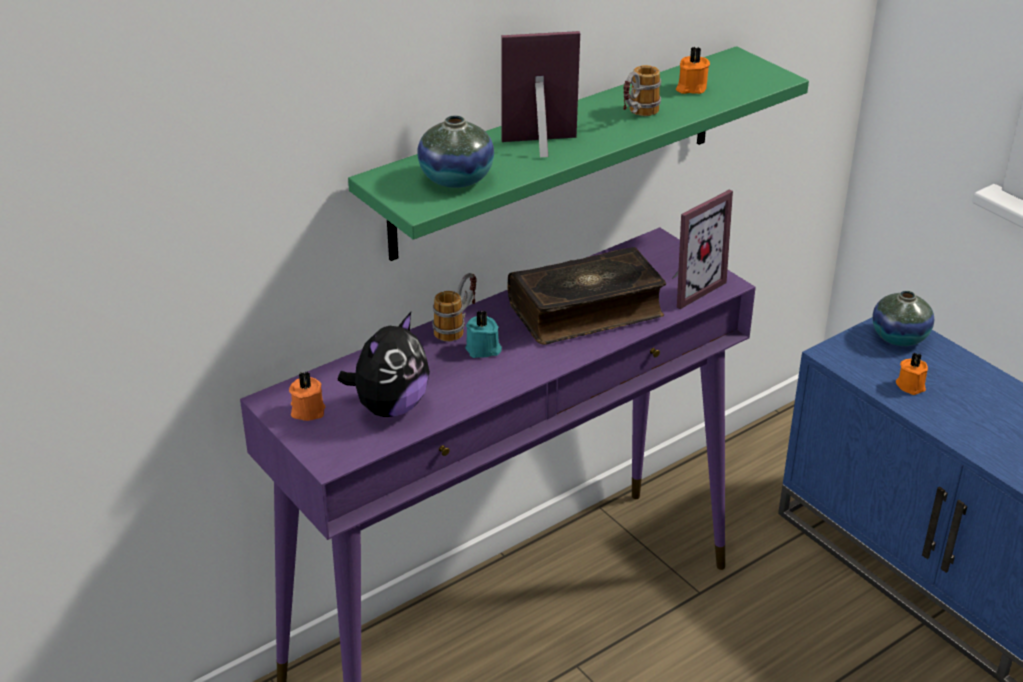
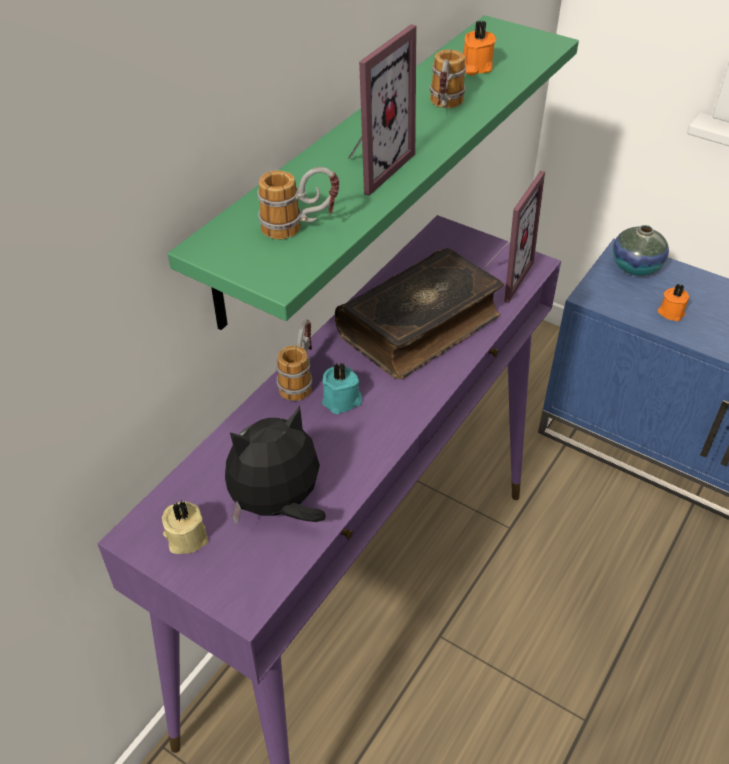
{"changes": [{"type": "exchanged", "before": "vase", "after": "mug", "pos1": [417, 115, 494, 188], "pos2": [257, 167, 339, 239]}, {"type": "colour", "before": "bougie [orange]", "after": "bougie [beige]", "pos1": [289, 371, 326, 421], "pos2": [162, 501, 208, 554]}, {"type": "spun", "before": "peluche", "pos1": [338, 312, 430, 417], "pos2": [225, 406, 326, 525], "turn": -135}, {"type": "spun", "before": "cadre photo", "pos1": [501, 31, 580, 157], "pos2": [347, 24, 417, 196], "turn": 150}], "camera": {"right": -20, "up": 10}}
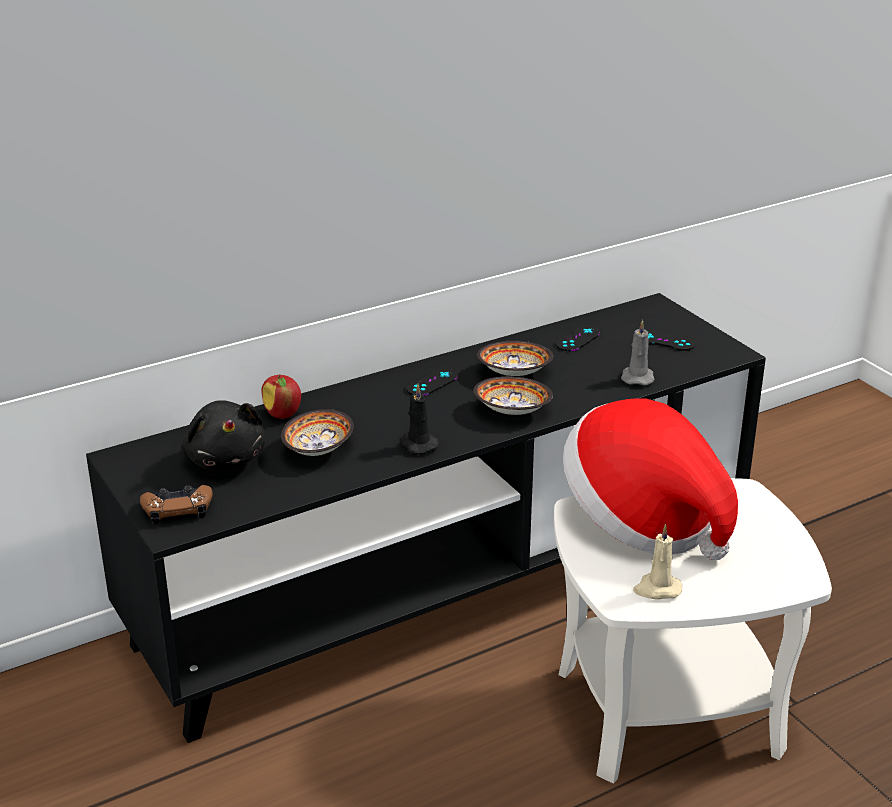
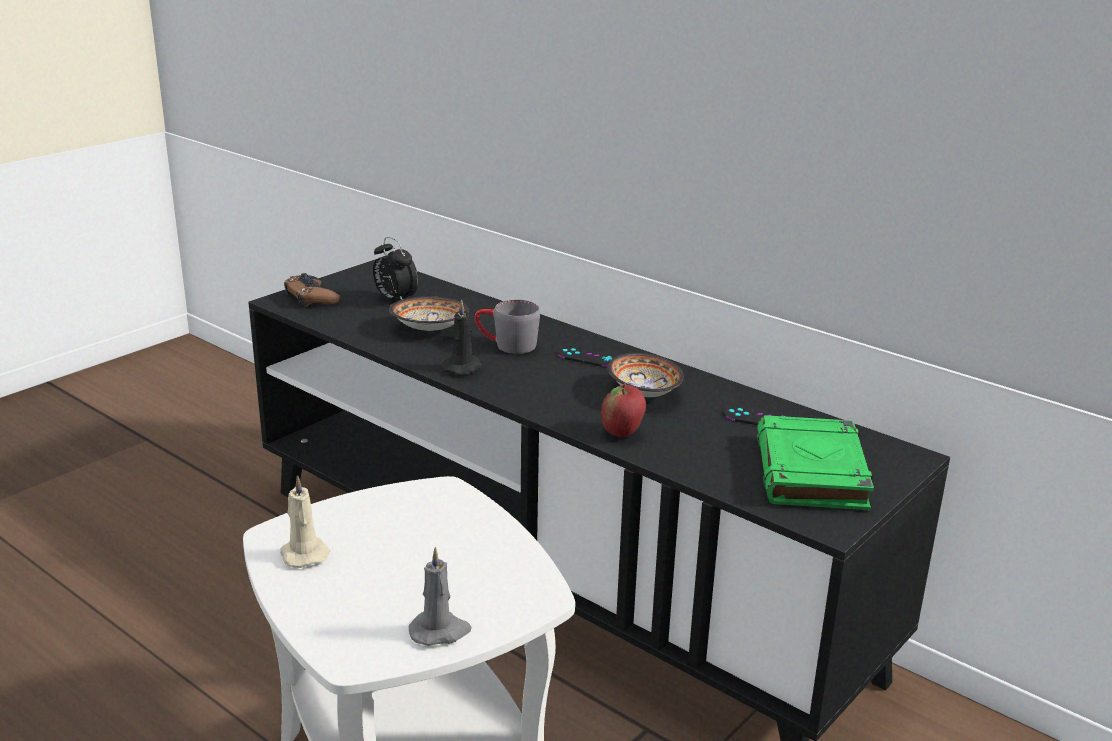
{"changes": [{"type": "missing", "before": "bol", "pos1": [473, 376, 553, 415]}, {"type": "missing", "before": "chapeau", "pos1": [563, 398, 738, 560]}, {"type": "appeared", "after": "mug [gris]", "pos2": [475, 300, 540, 354]}, {"type": "relocated", "before": "pomme", "pos1": [261, 374, 301, 419], "pos2": [601, 383, 646, 437]}, {"type": "relocated", "before": "bougie [gris]", "pos1": [621, 319, 655, 385], "pos2": [409, 547, 472, 646]}, {"type": "exchanged", "before": "peluche [noir]", "after": "réveil", "pos1": [181, 400, 265, 470], "pos2": [373, 237, 418, 300]}, {"type": "exchanged", "before": "manette [noir]", "after": "livre [vert]", "pos1": [648, 331, 695, 351], "pos2": [757, 415, 874, 510]}], "camera": {"right": 70, "up": -5}}
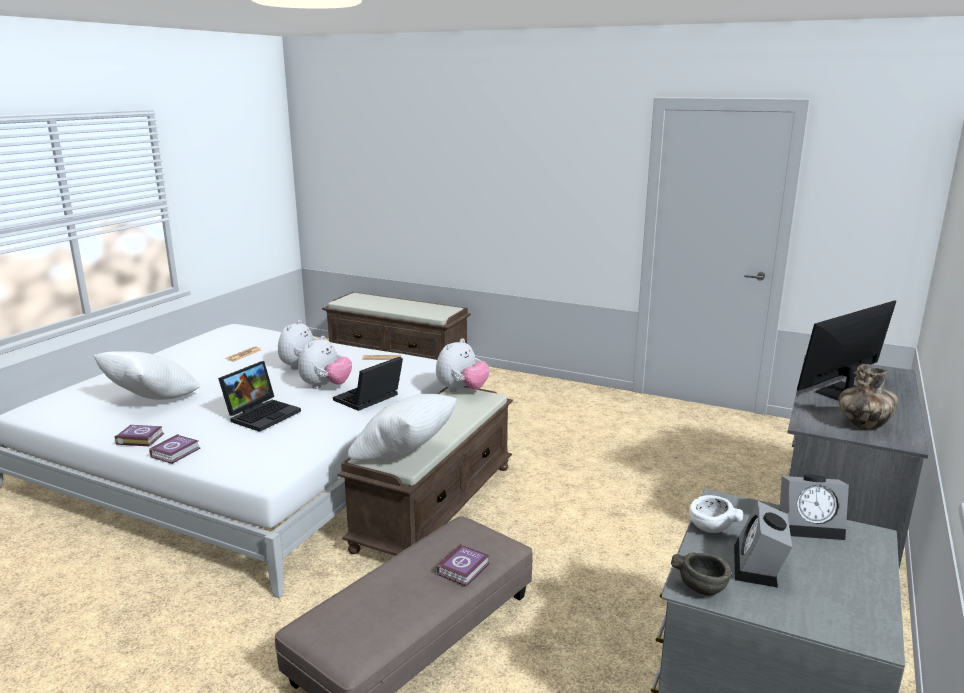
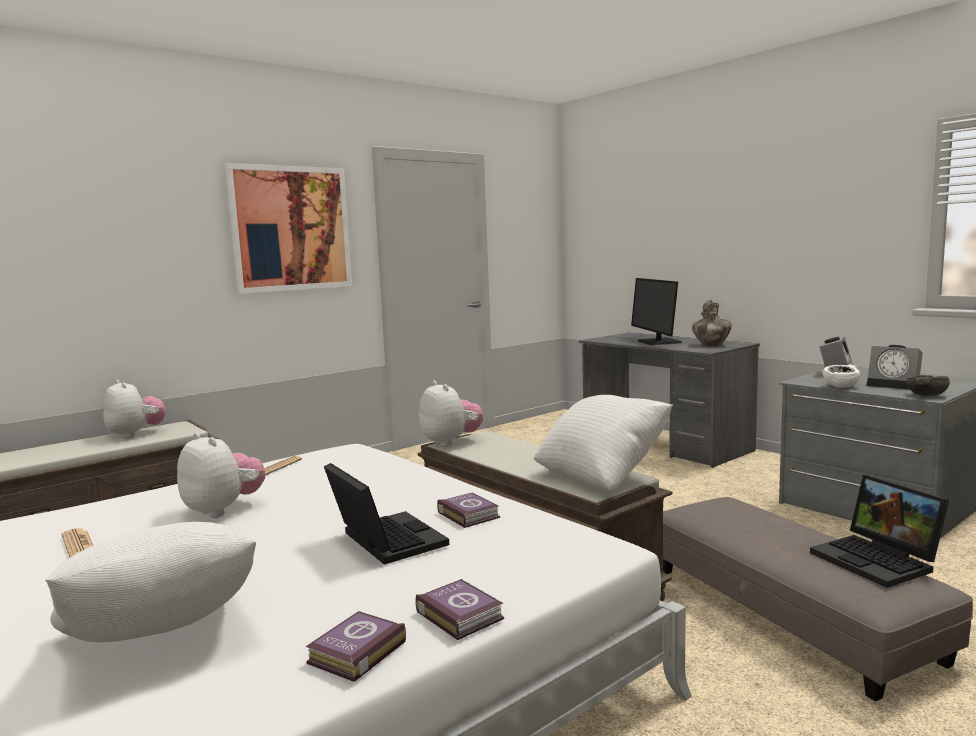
{"changes": [{"type": "appeared", "after": "tableau", "pos2": [224, 163, 352, 294]}, {"type": "relocated", "before": "peluche", "pos1": [298, 336, 352, 389], "pos2": [103, 380, 166, 438]}, {"type": "relocated", "before": "ordinateur portable", "pos1": [333, 357, 403, 411], "pos2": [810, 475, 949, 588]}, {"type": "relocated", "before": "livre", "pos1": [436, 544, 489, 587], "pos2": [437, 493, 500, 528]}], "camera": {"right": -65, "up": -10}}
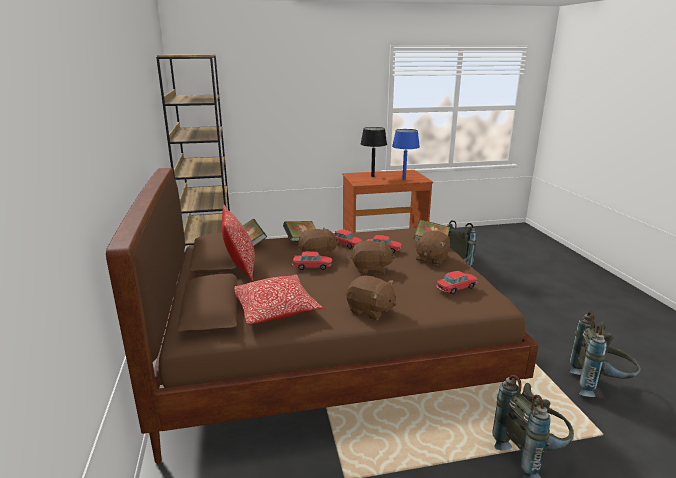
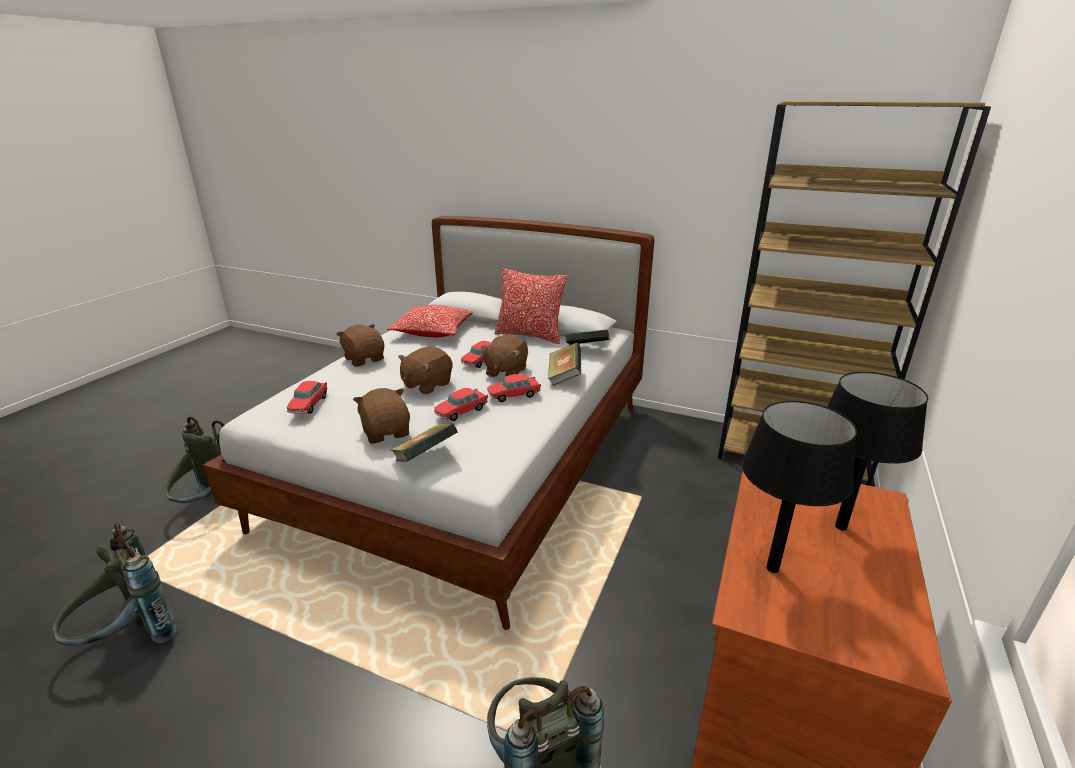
{"changes": [{"type": "colour", "before": "lit [marron]", "after": "lit [blanc]", "pos1": [106, 168, 539, 463], "pos2": [203, 216, 655, 630]}, {"type": "colour", "before": "lampe de table [bleu]", "after": "lampe de table [noir]", "pos1": [392, 129, 420, 180], "pos2": [742, 401, 857, 573]}, {"type": "spun", "before": "peluche [marron]", "pos1": [347, 275, 397, 320], "pos2": [336, 324, 385, 367], "turn": 75}], "camera": {"right": 125, "up": 5}}
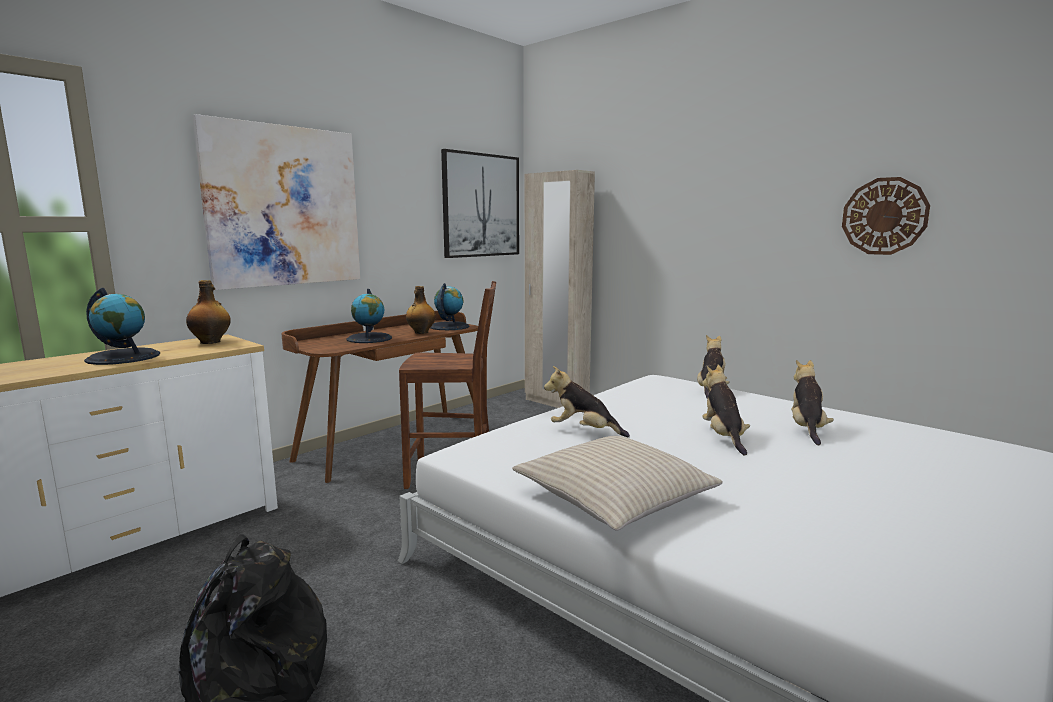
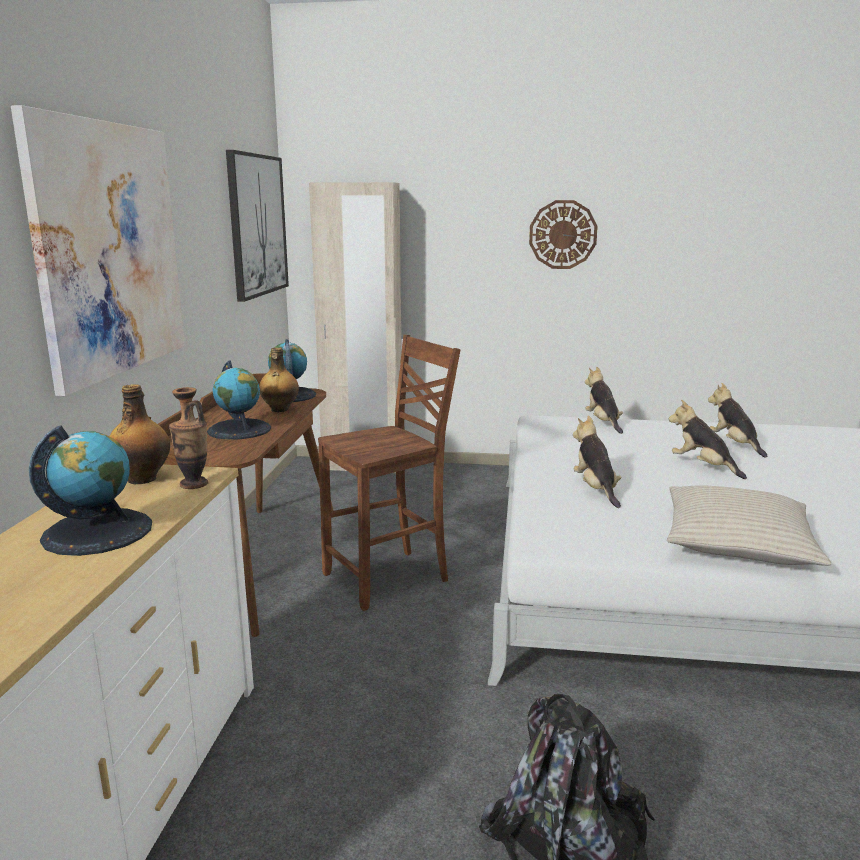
{"changes": [{"type": "appeared", "after": "vase", "pos2": [169, 387, 209, 489]}, {"type": "relocated", "before": "horloge murale", "pos1": [842, 177, 930, 255], "pos2": [529, 200, 598, 269]}, {"type": "spun", "before": "peluche", "pos1": [544, 366, 630, 437], "pos2": [573, 416, 622, 508], "turn": 90}], "camera": {"right": -35, "up": 5}}
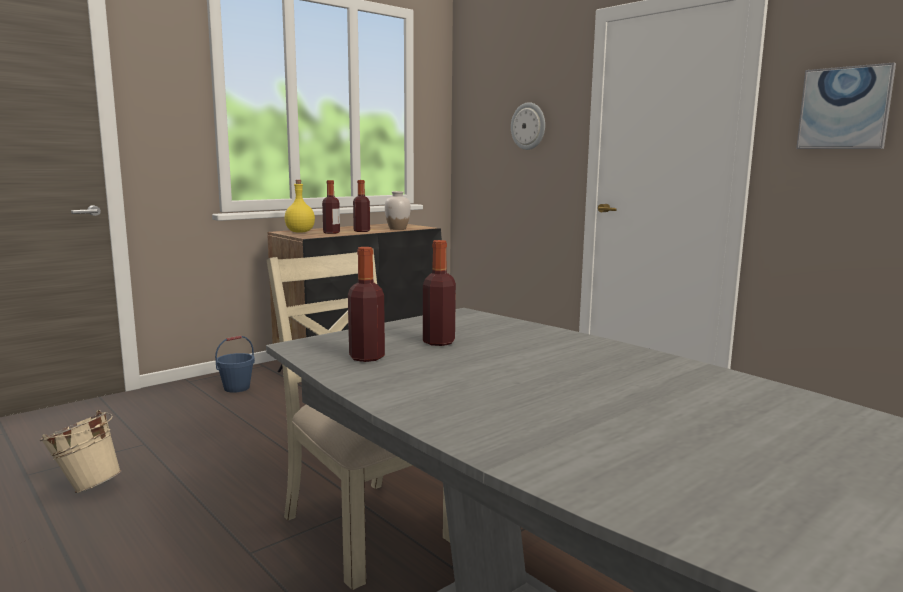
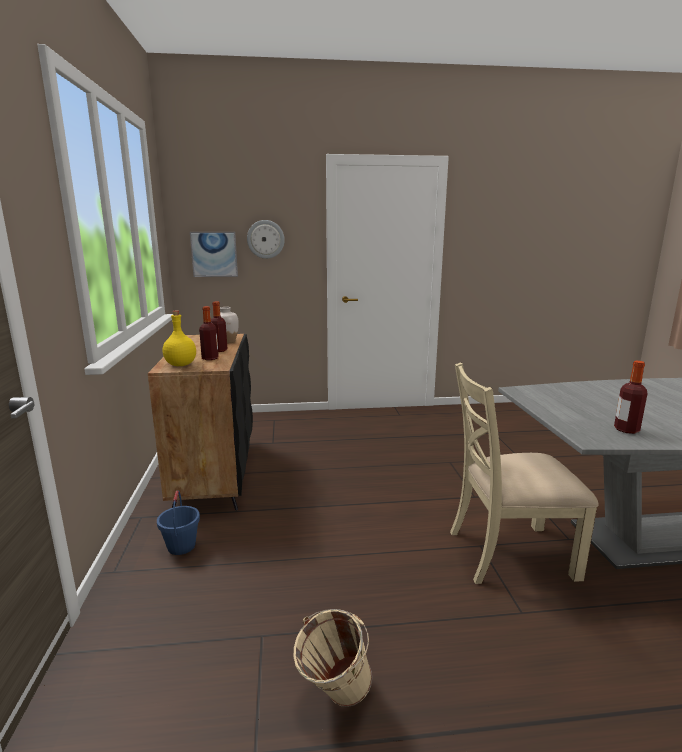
{"changes": [{"type": "missing", "before": "bouteille", "pos1": [423, 240, 456, 346]}, {"type": "relocated", "before": "tableau", "pos1": [796, 63, 896, 149], "pos2": [190, 232, 238, 277]}], "camera": {"right": -55, "up": 5}}
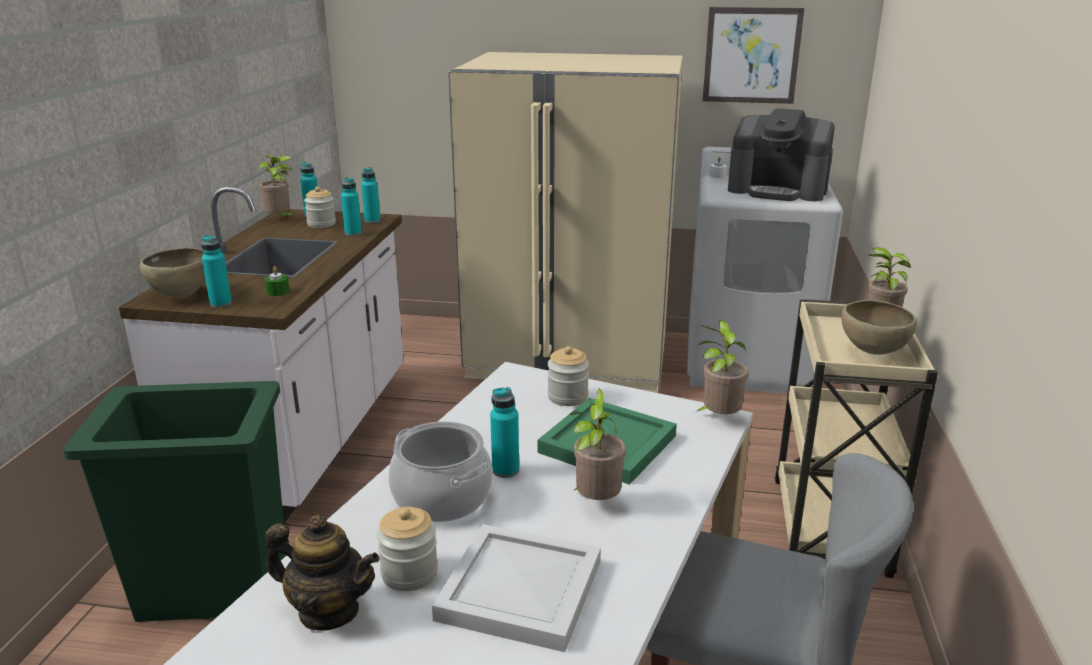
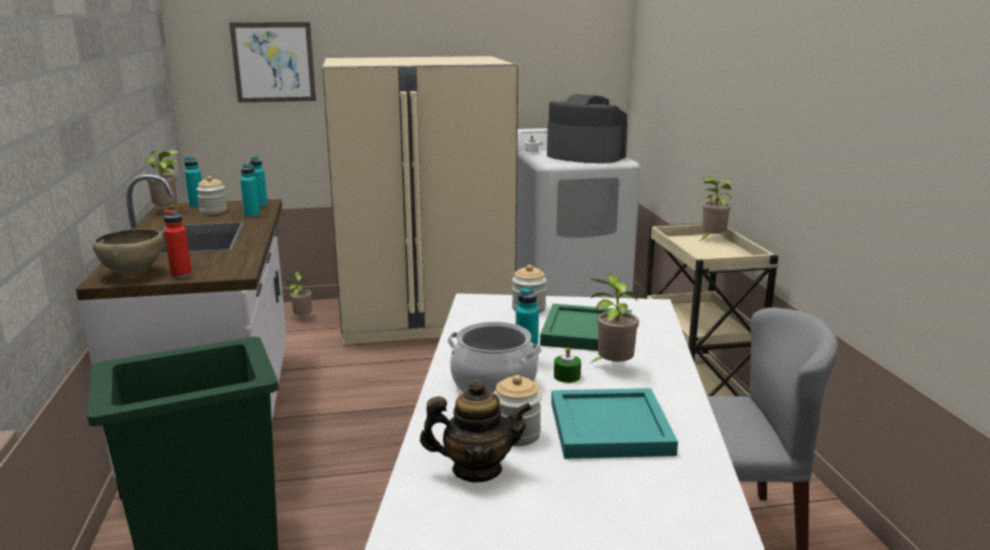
{"changes": [{"type": "missing", "before": "bol [marron]", "pos1": [841, 300, 917, 355]}, {"type": "relocated", "before": "bougie [vert]", "pos1": [264, 266, 290, 296], "pos2": [554, 347, 581, 383]}, {"type": "relocated", "before": "plante en pot", "pos1": [697, 320, 749, 414], "pos2": [285, 271, 312, 316]}, {"type": "relocated", "before": "tableau", "pos1": [703, 7, 805, 104], "pos2": [229, 22, 316, 103]}, {"type": "colour", "before": "bouteille [turquoise]", "after": "bouteille [rouge]", "pos1": [201, 235, 232, 308], "pos2": [164, 210, 192, 278]}, {"type": "colour", "before": "plateau [blanc]", "after": "plateau [turquoise]", "pos1": [432, 524, 601, 652], "pos2": [551, 388, 678, 459]}, {"type": "spun", "before": "machine à café", "pos1": [728, 108, 835, 201], "pos2": [547, 94, 628, 164], "turn": -150}], "camera": {"right": -20, "up": -5}}
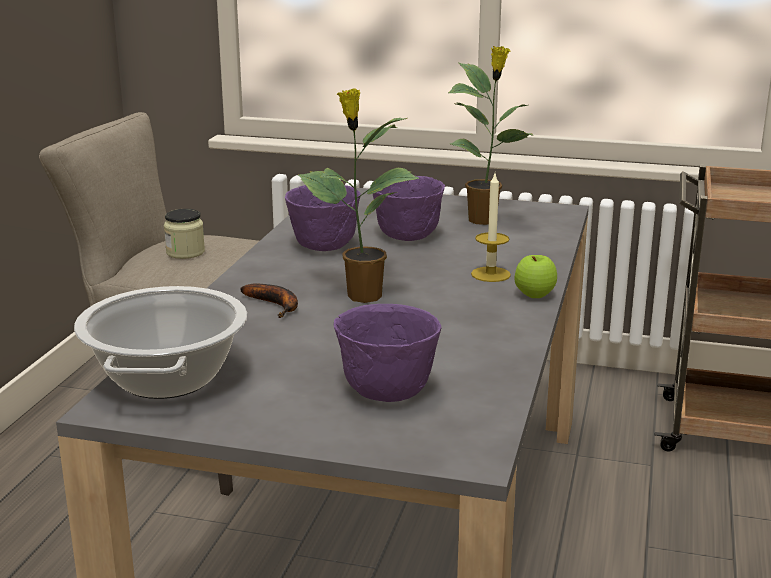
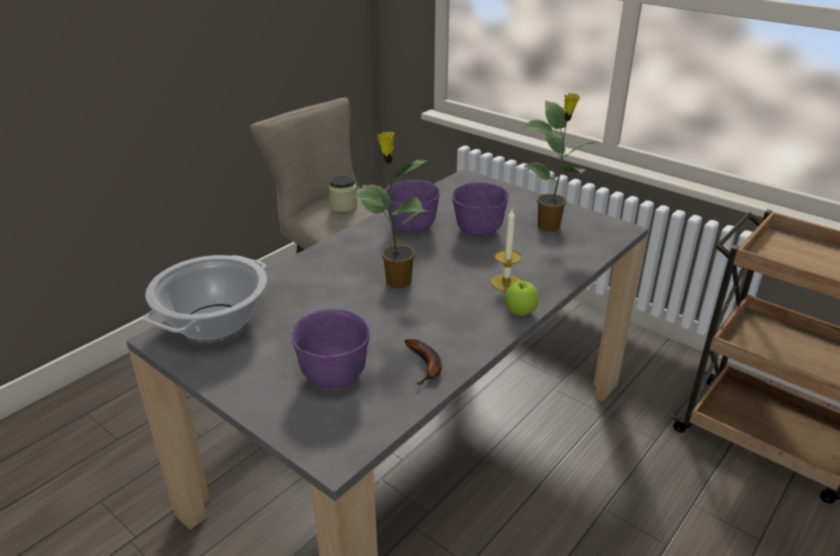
{"changes": [{"type": "relocated", "before": "banane", "pos1": [240, 283, 298, 318], "pos2": [405, 339, 442, 385]}], "camera": {"right": 25, "up": 10}}
